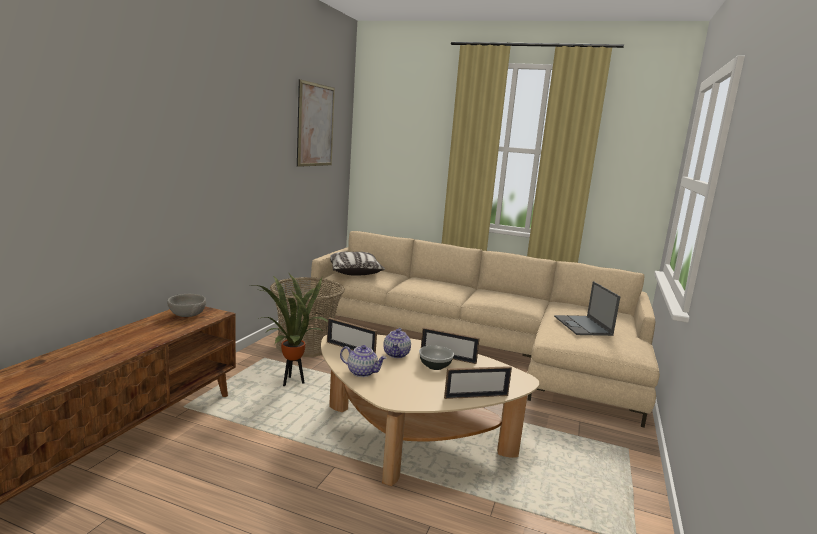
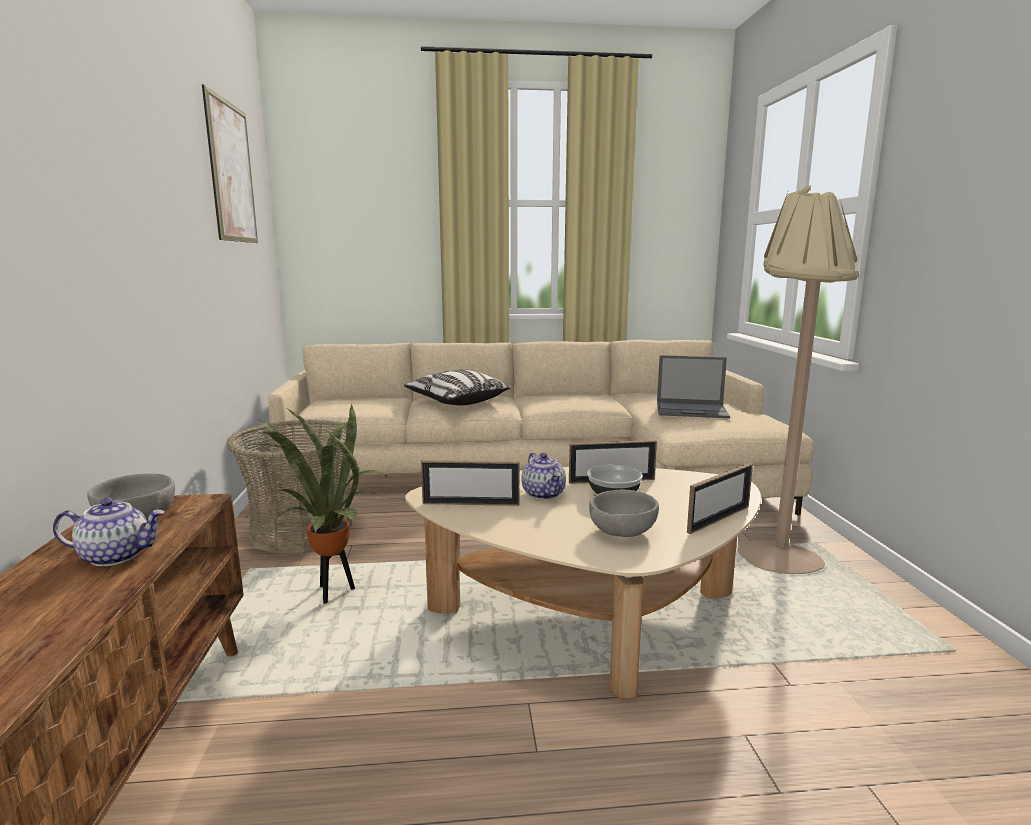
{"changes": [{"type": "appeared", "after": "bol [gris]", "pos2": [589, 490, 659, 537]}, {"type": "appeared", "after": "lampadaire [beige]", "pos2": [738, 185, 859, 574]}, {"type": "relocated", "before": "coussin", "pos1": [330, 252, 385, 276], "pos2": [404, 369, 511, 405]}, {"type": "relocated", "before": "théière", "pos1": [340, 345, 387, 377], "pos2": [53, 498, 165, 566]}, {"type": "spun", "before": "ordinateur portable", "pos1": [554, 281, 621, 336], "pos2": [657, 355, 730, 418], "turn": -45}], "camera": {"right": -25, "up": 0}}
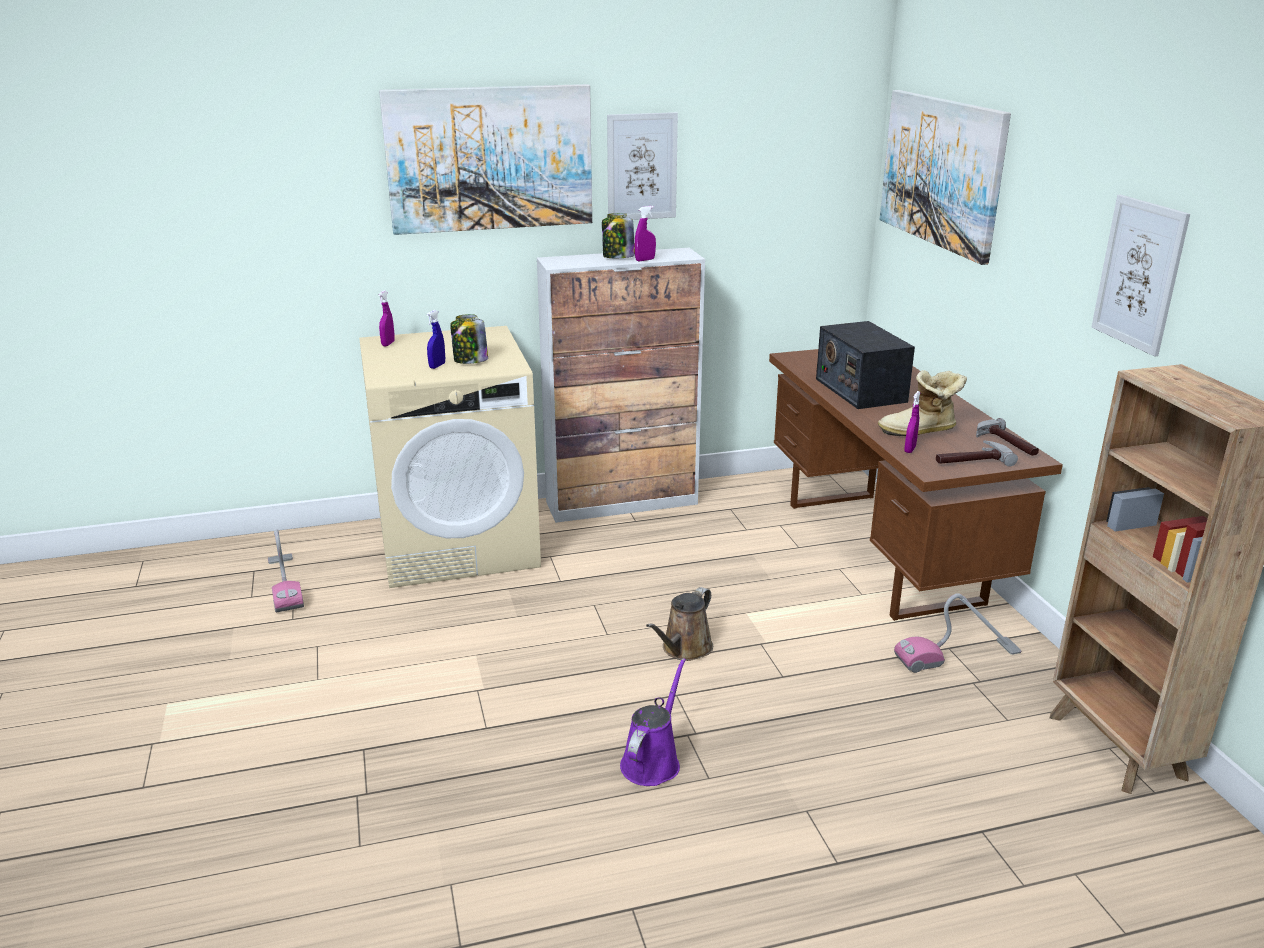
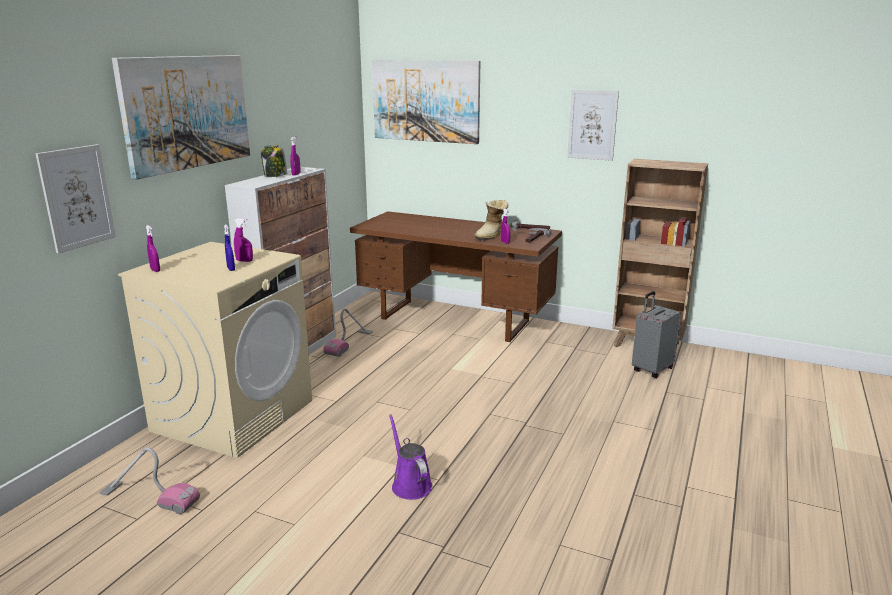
{"changes": [{"type": "missing", "before": "arrosoir [marron]", "pos1": [646, 587, 713, 661]}, {"type": "missing", "before": "radio", "pos1": [816, 321, 915, 409]}, {"type": "appeared", "after": "valise [gris]", "pos2": [632, 291, 681, 378]}, {"type": "relocated", "before": "tableau", "pos1": [607, 112, 678, 220], "pos2": [36, 144, 116, 254]}, {"type": "relocated", "before": "arrosoir [violet]", "pos1": [620, 658, 686, 786], "pos2": [389, 414, 432, 500]}, {"type": "relocated", "before": "aspirateur", "pos1": [894, 593, 1021, 673], "pos2": [323, 308, 373, 357]}, {"type": "exchanged", "before": "bocal", "after": "vaporisateur [violet]", "pos1": [450, 314, 488, 364], "pos2": [234, 218, 253, 262]}], "camera": {"right": -50, "up": -5}}
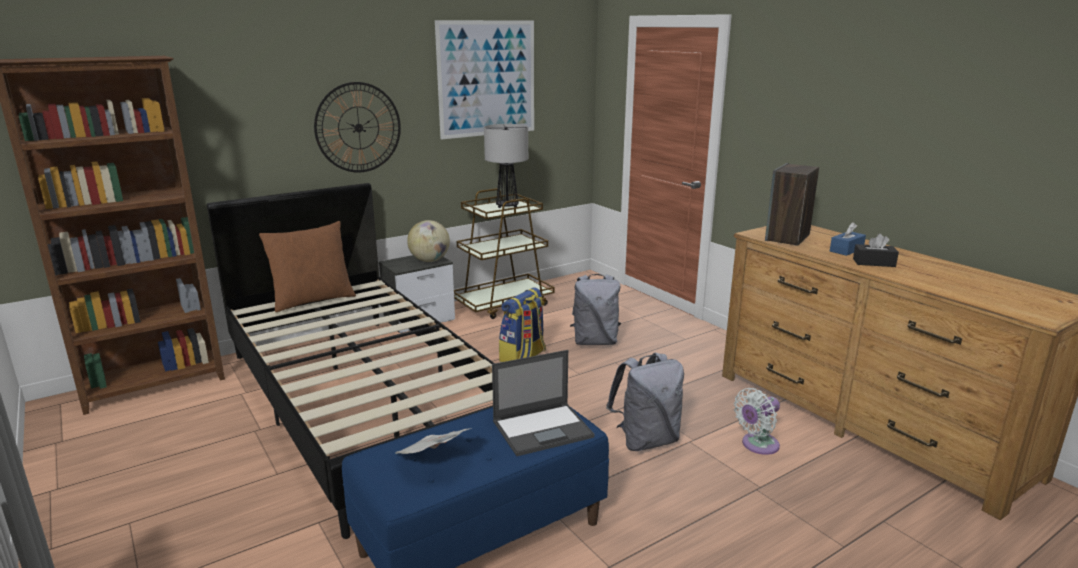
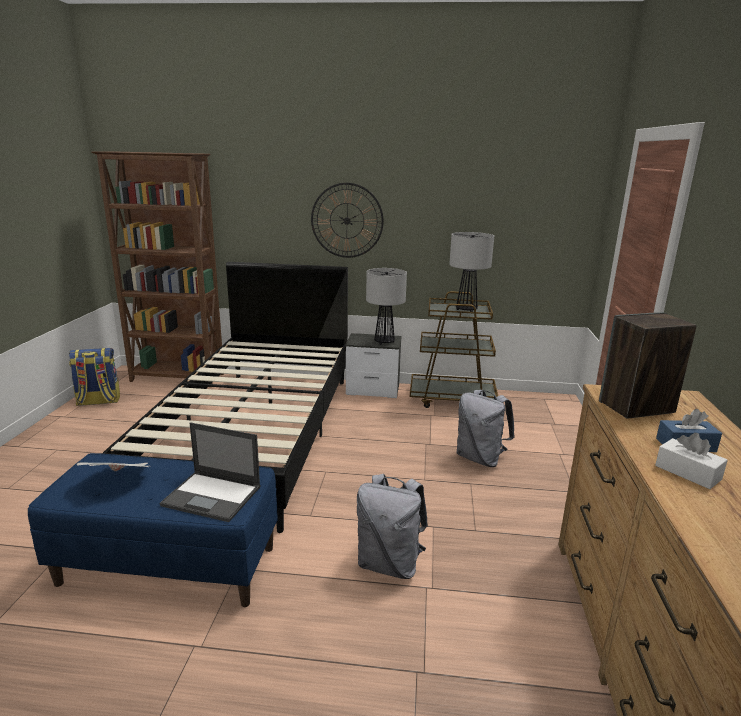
{"changes": [{"type": "missing", "before": "coussin [marron]", "pos1": [259, 221, 356, 312]}, {"type": "missing", "before": "tableau", "pos1": [435, 20, 534, 139]}, {"type": "missing", "before": "ventilateur [blanc]", "pos1": [733, 388, 780, 455]}, {"type": "relocated", "before": "sac à dos", "pos1": [499, 287, 546, 362], "pos2": [69, 348, 120, 406]}, {"type": "exchanged", "before": "globe", "after": "lampe de table", "pos1": [407, 220, 450, 262], "pos2": [366, 268, 407, 345]}, {"type": "colour", "before": "boîte à mouchoirs [noir]", "after": "boîte à mouchoirs [blanc]", "pos1": [853, 234, 899, 267], "pos2": [655, 433, 728, 489]}], "camera": {"right": 40, "up": 0}}
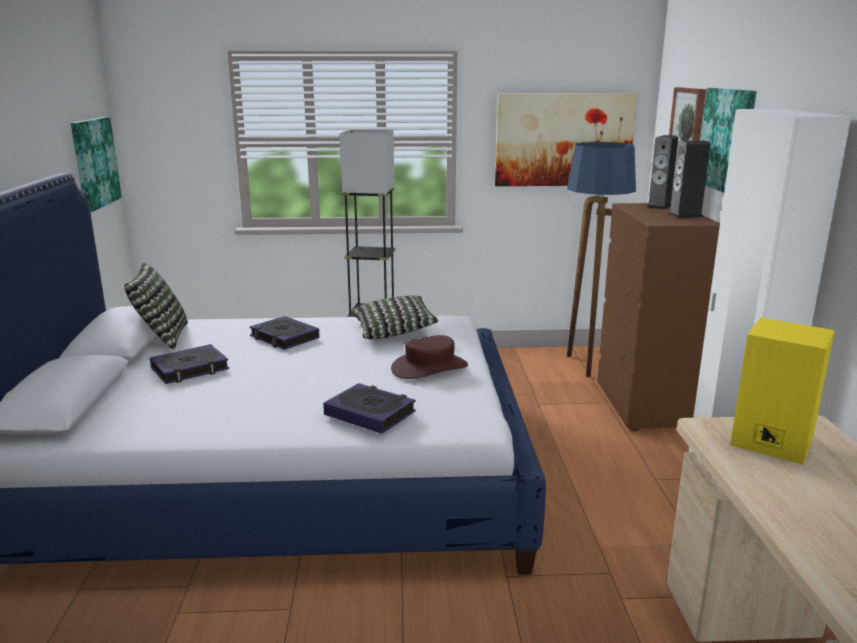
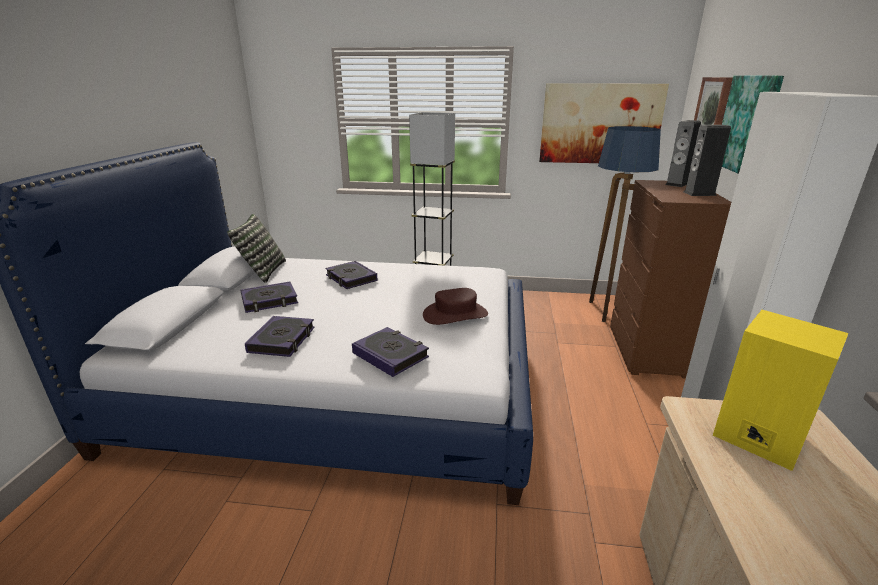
{"changes": [{"type": "missing", "before": "tableau", "pos1": [71, 117, 122, 212]}, {"type": "missing", "before": "coussin", "pos1": [352, 296, 439, 339]}, {"type": "appeared", "after": "livre", "pos2": [245, 316, 315, 357]}], "camera": {"right": 10, "up": 5}}
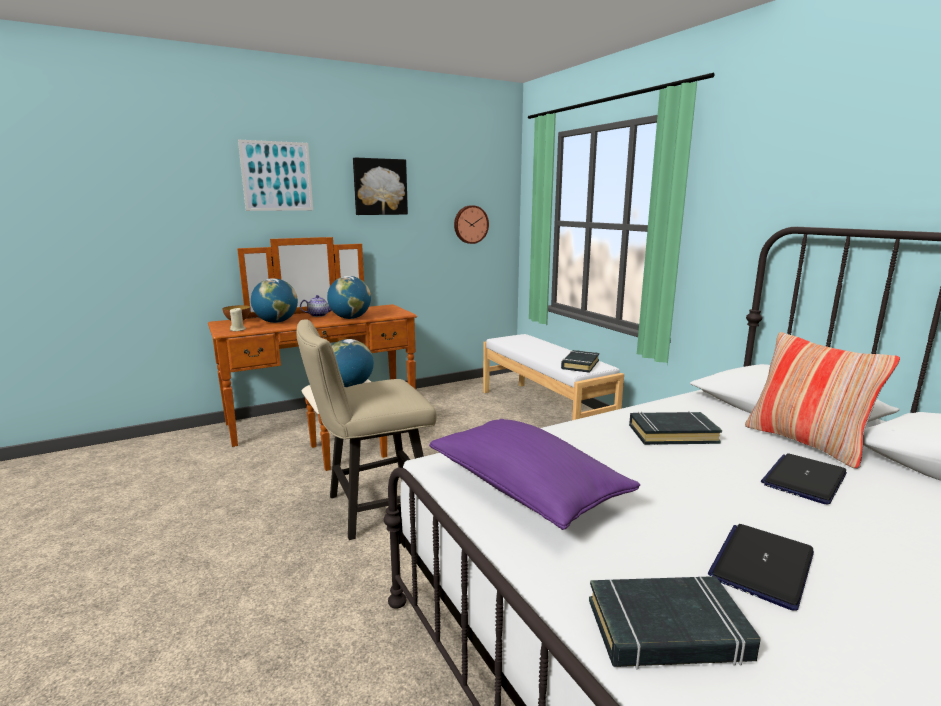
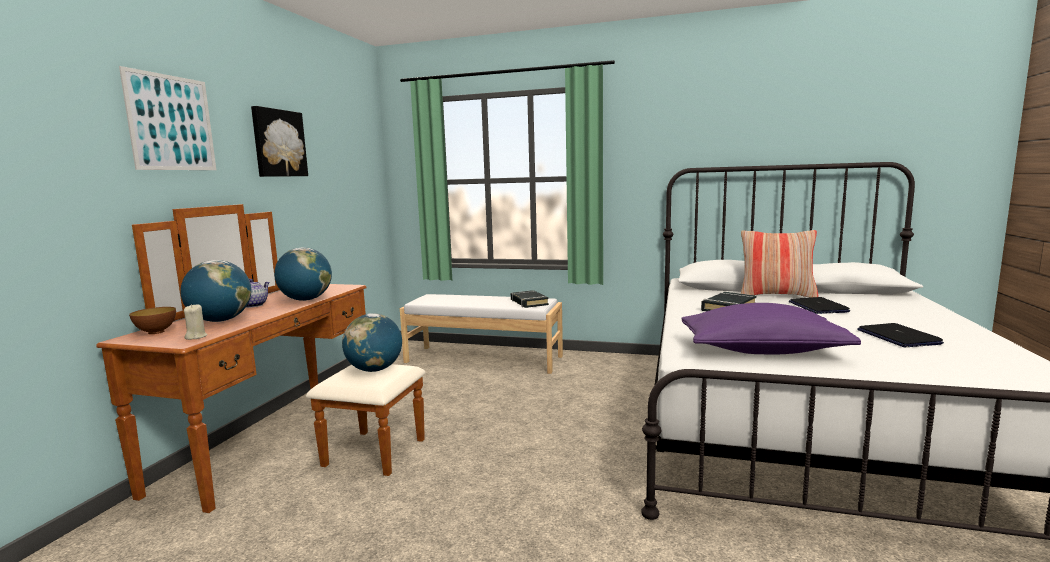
{"changes": [{"type": "missing", "before": "chaise [beige]", "pos1": [296, 319, 437, 540]}, {"type": "missing", "before": "horloge murale", "pos1": [454, 205, 489, 244]}, {"type": "missing", "before": "livre [noir]", "pos1": [589, 576, 761, 670]}], "camera": {"right": -45, "up": -5}}
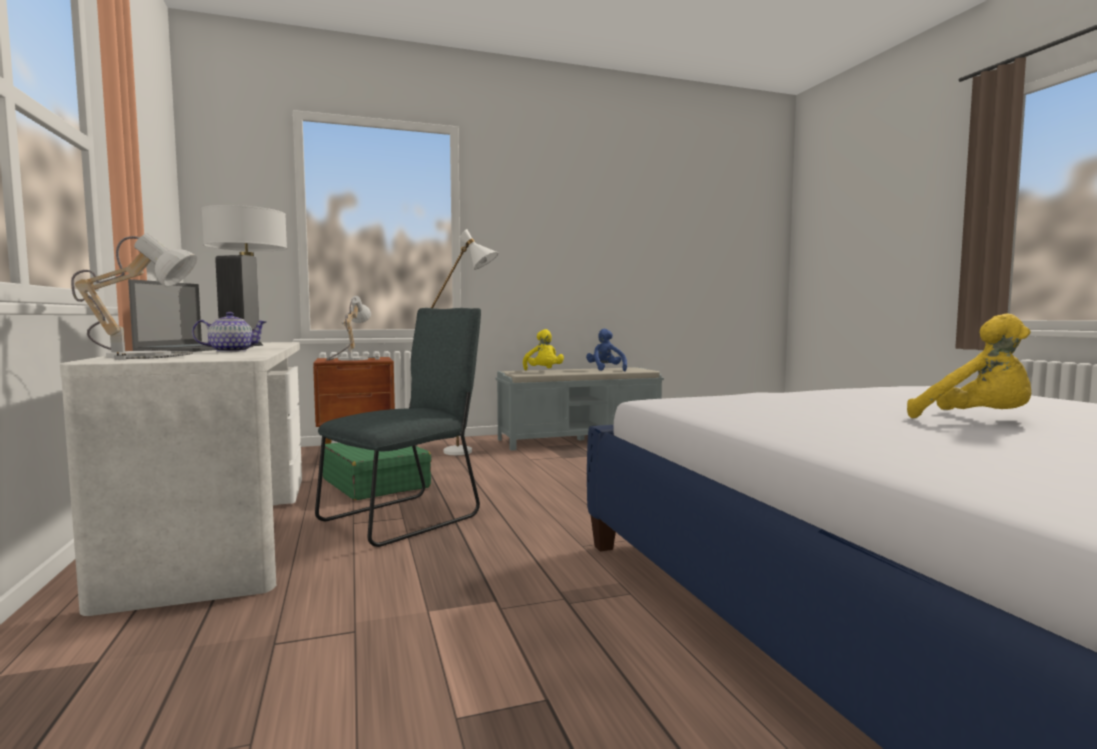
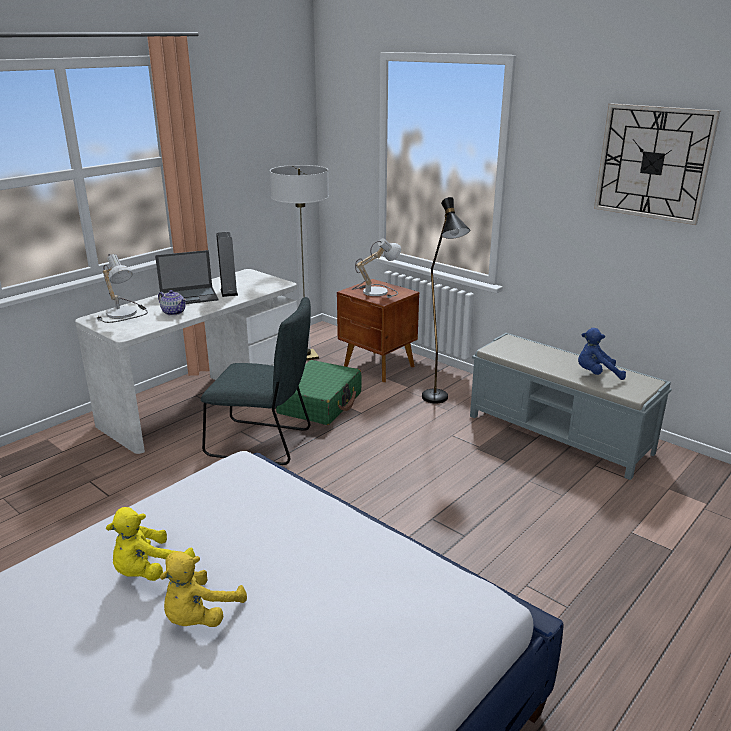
{"changes": [{"type": "appeared", "after": "horloge murale", "pos2": [594, 103, 720, 225]}, {"type": "relocated", "before": "peluche [jaune]", "pos1": [523, 329, 564, 371], "pos2": [106, 507, 195, 581]}, {"type": "colour", "before": "lampadaire [blanc]", "after": "lampadaire [noir]", "pos1": [431, 229, 498, 455], "pos2": [422, 197, 470, 403]}, {"type": "spun", "before": "peluche [bleu]", "pos1": [586, 329, 627, 371], "pos2": [578, 328, 626, 380], "turn": -135}], "camera": {"right": 60, "up": 20}}
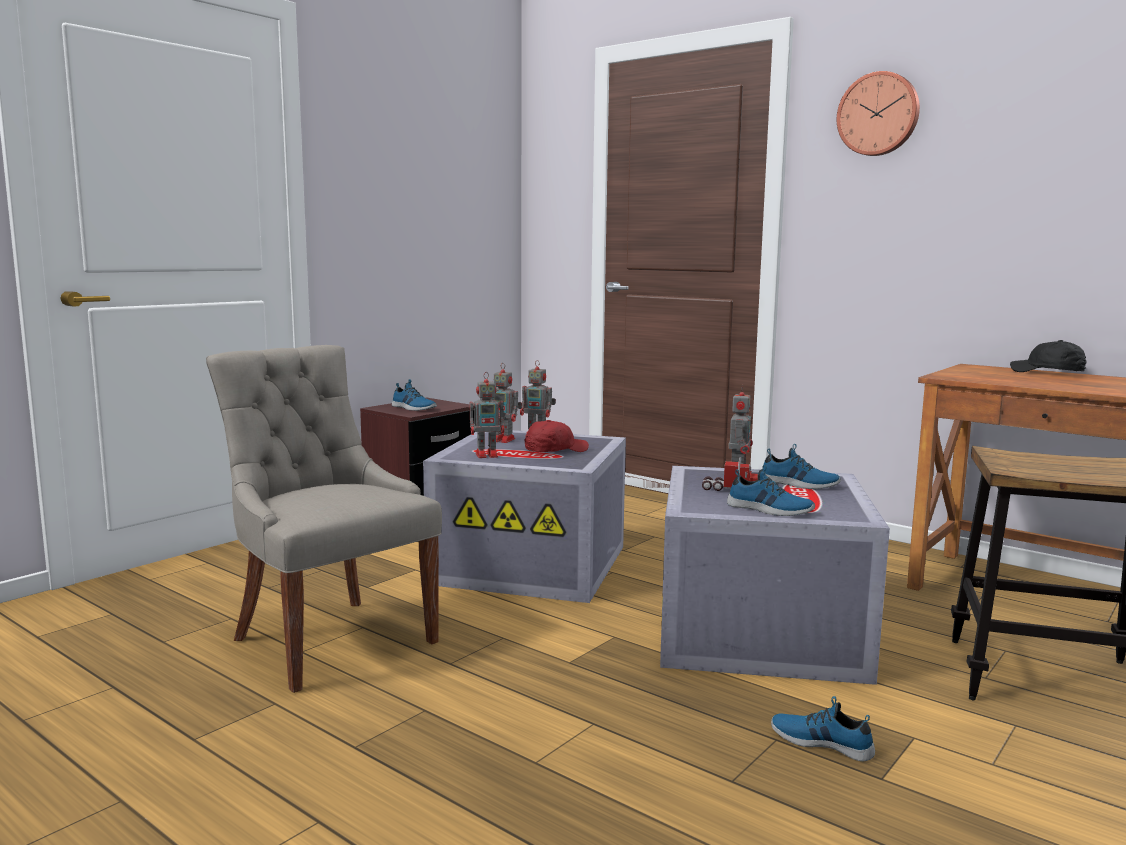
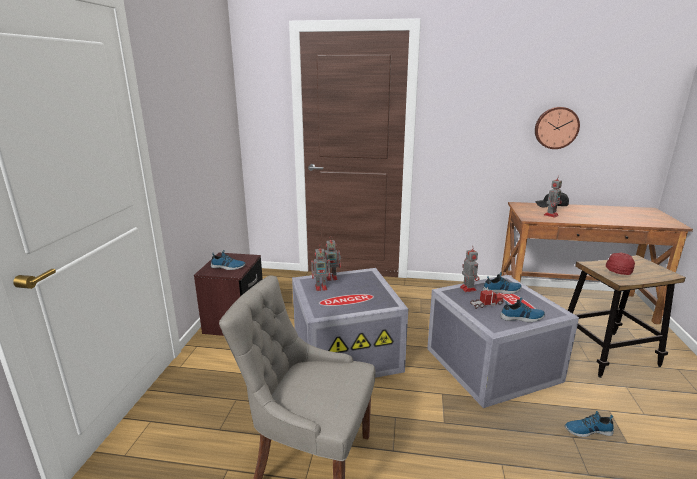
{"changes": [{"type": "relocated", "before": "robot jouet", "pos1": [470, 372, 505, 458], "pos2": [544, 176, 562, 218]}, {"type": "relocated", "before": "casquette [rouge]", "pos1": [525, 420, 589, 452], "pos2": [606, 253, 635, 275]}, {"type": "relocated", "before": "horloge murale", "pos1": [837, 71, 920, 156], "pos2": [535, 107, 580, 149]}], "camera": {"right": -30, "up": 10}}
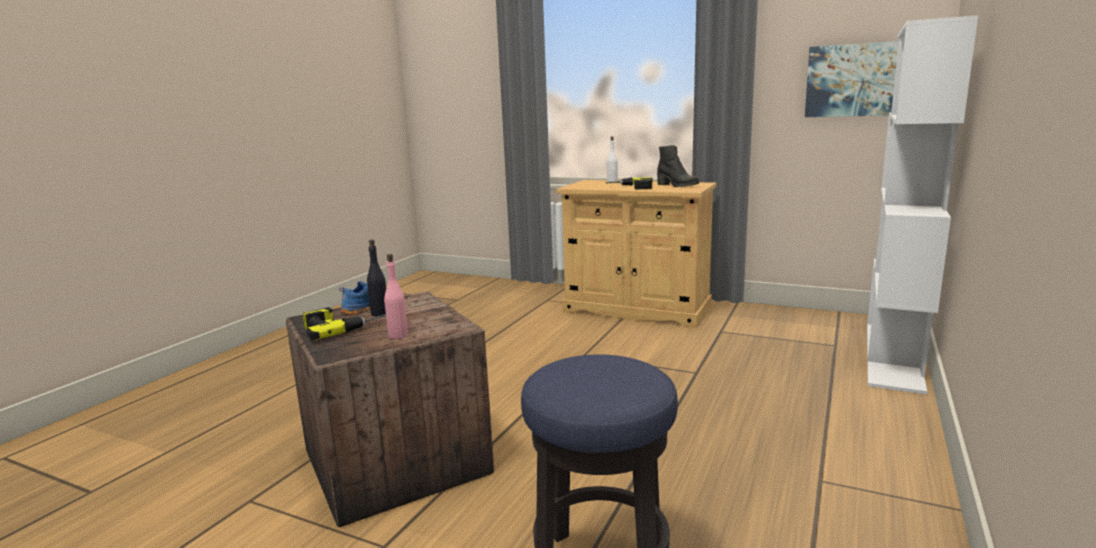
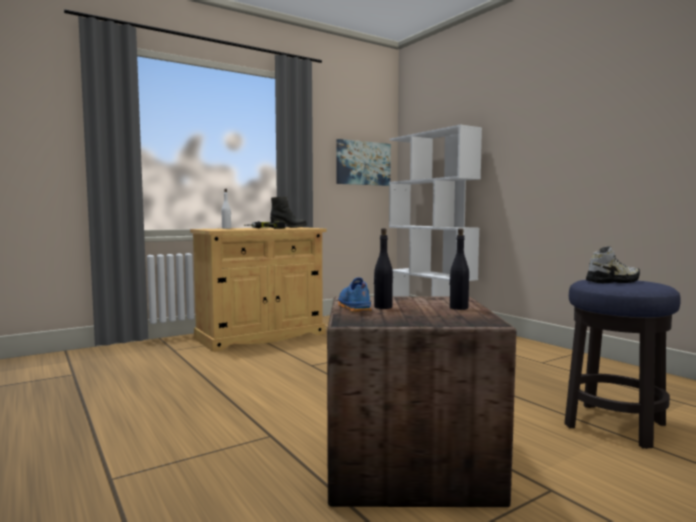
{"changes": [{"type": "missing", "before": "perceuse", "pos1": [303, 307, 386, 341]}, {"type": "appeared", "after": "chaussure", "pos2": [586, 246, 640, 283]}, {"type": "colour", "before": "bouteille [rose]", "after": "bouteille [noir]", "pos1": [384, 254, 408, 339], "pos2": [450, 228, 469, 310]}], "camera": {"right": -60, "up": -10}}
